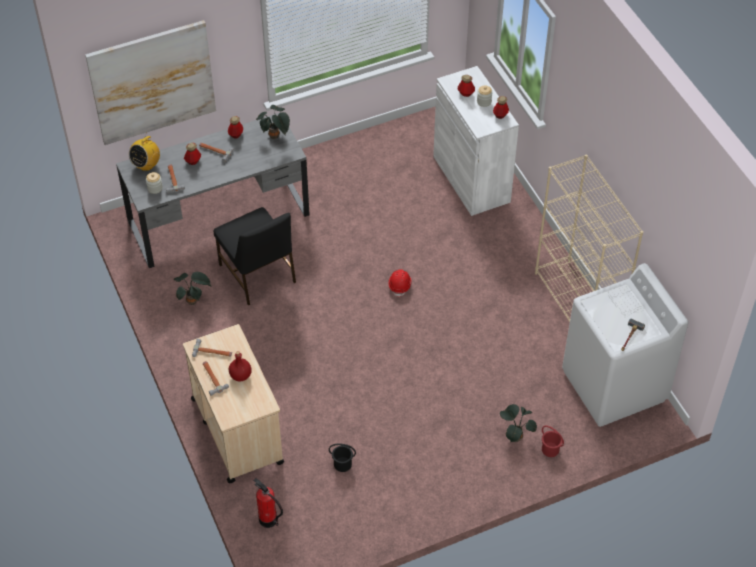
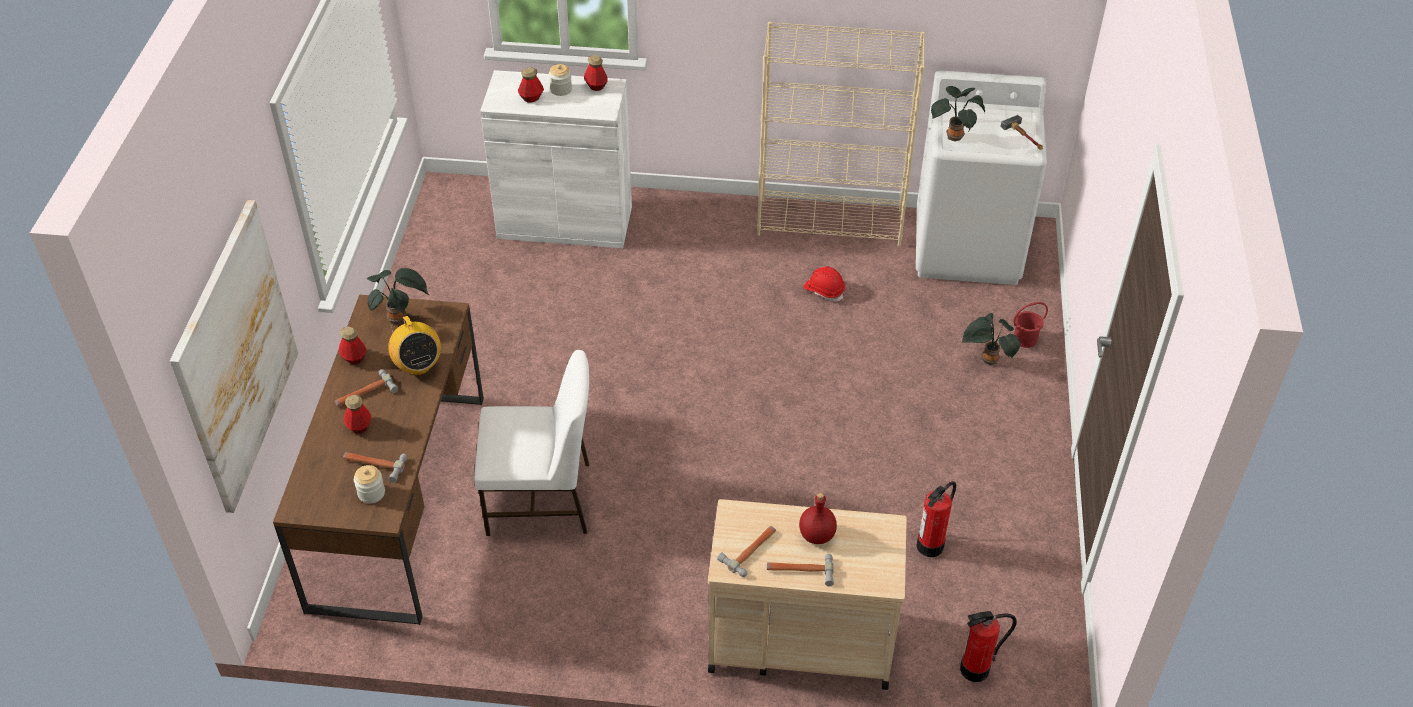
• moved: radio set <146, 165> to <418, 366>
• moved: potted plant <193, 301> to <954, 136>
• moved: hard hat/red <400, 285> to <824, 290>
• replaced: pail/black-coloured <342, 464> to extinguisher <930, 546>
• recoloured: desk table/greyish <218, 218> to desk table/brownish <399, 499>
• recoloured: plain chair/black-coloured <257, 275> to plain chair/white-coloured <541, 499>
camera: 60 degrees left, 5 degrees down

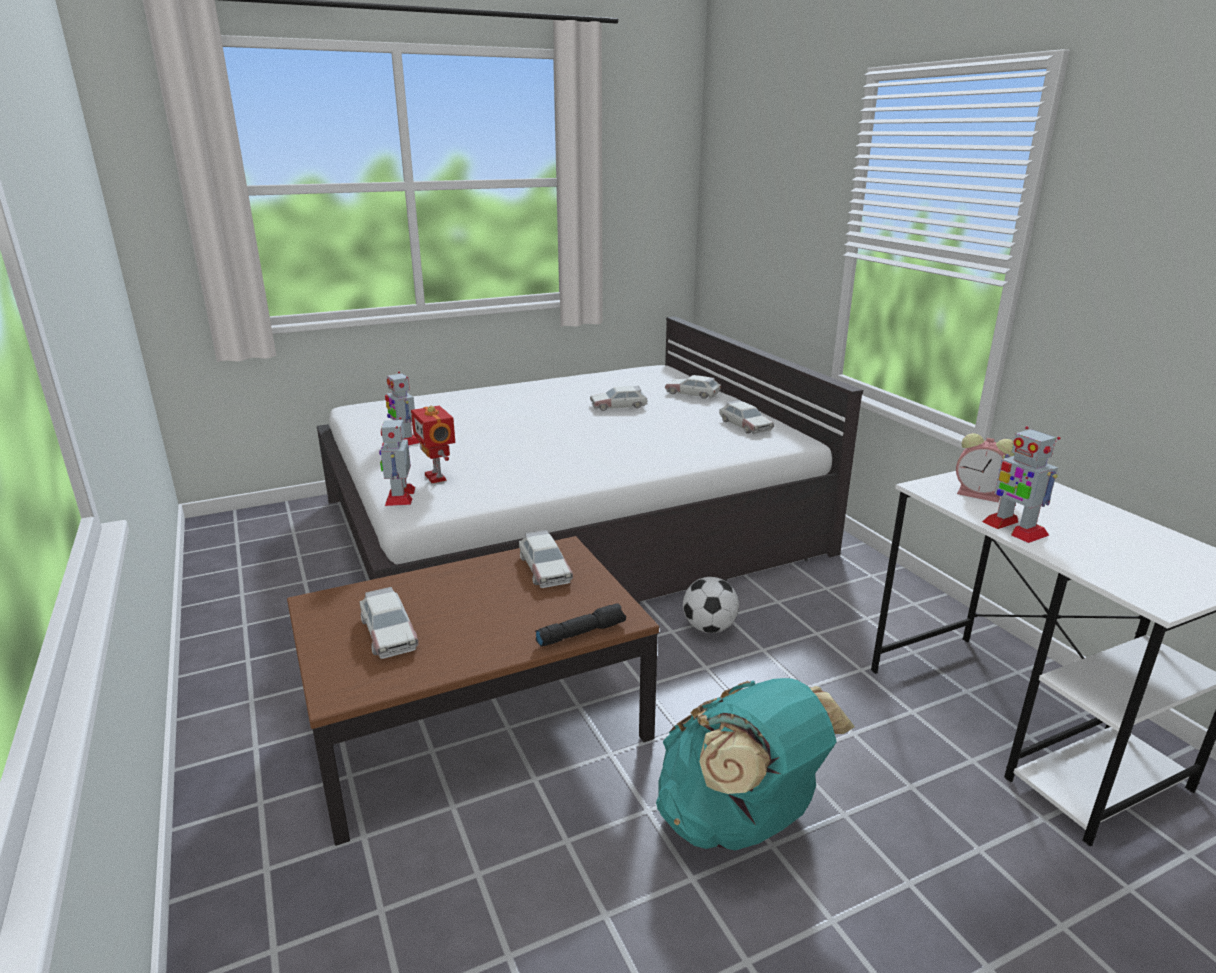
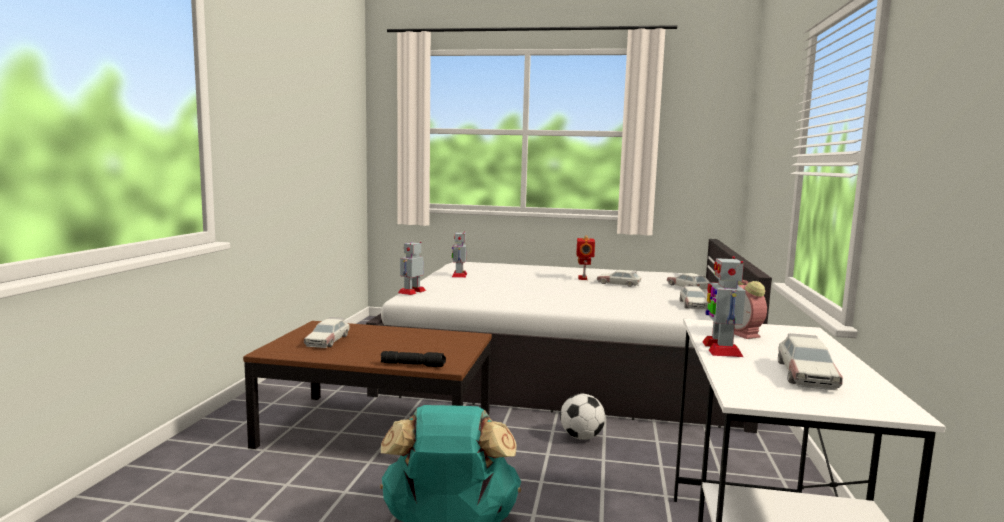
• moved: robot figure <437, 477> to <583, 278>
• moved: miniature car <544, 568> to <806, 374>
camera: 35 degrees right, 15 degrees down

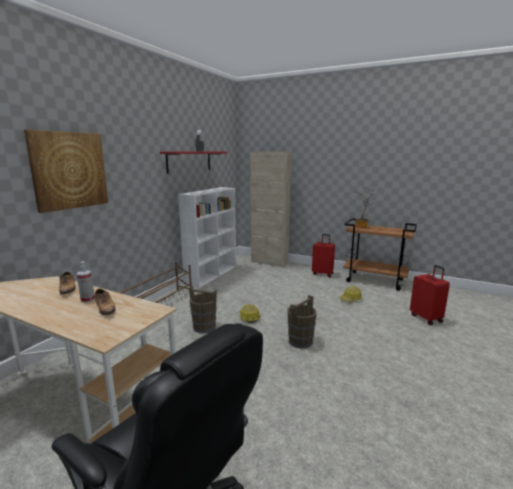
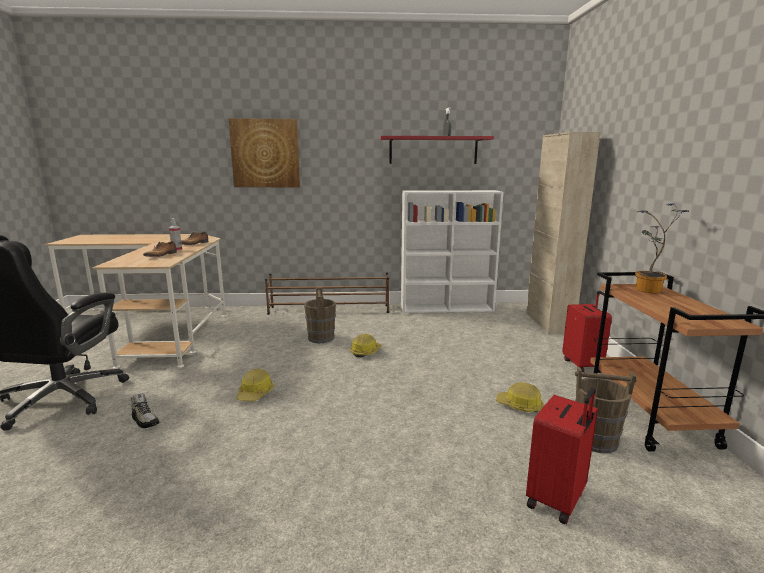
• added: shoe <145, 420>
• added: hard hat <255, 393>
• moved: pail/brownish <300, 341> to <596, 440>
camera: 60 degrees right, 0 degrees up

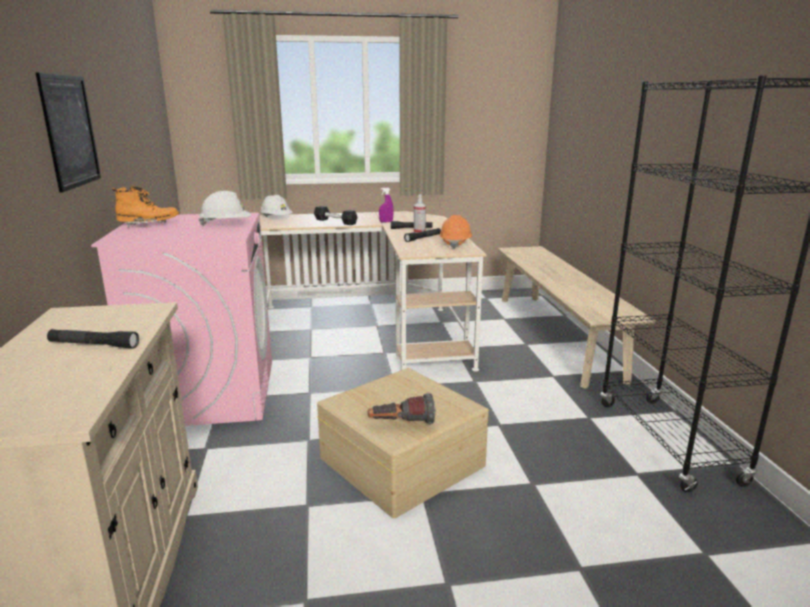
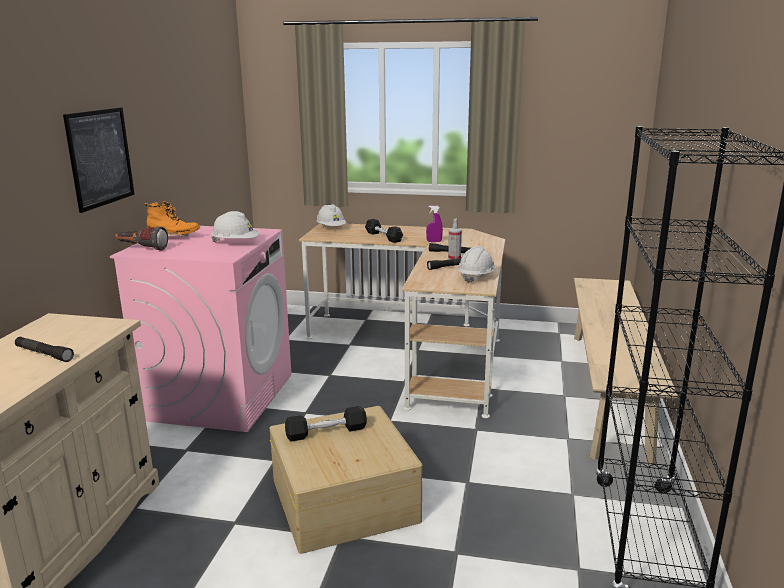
• added: hand weight/black-coloured <326, 432>
• moved: flashlight <401, 424> to <141, 249>
• recoloured: hard hat/orange-coloured <455, 244> to hard hat/white-coloured <476, 277>
camera: 20 degrees right, 0 degrees up

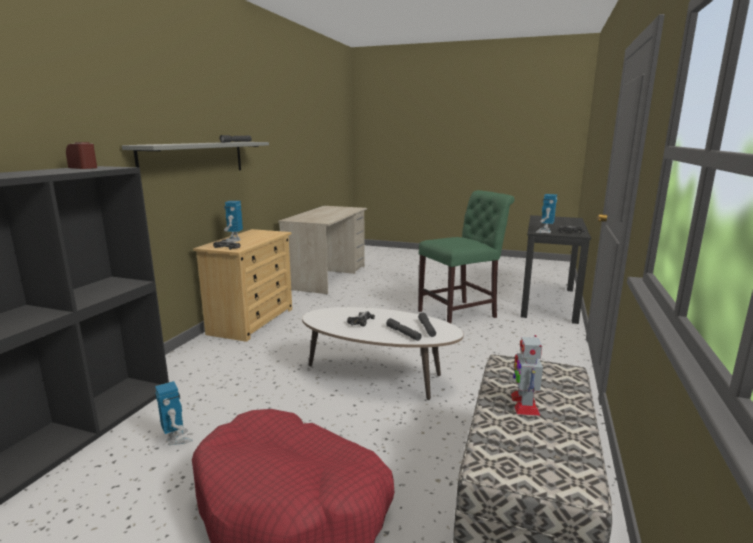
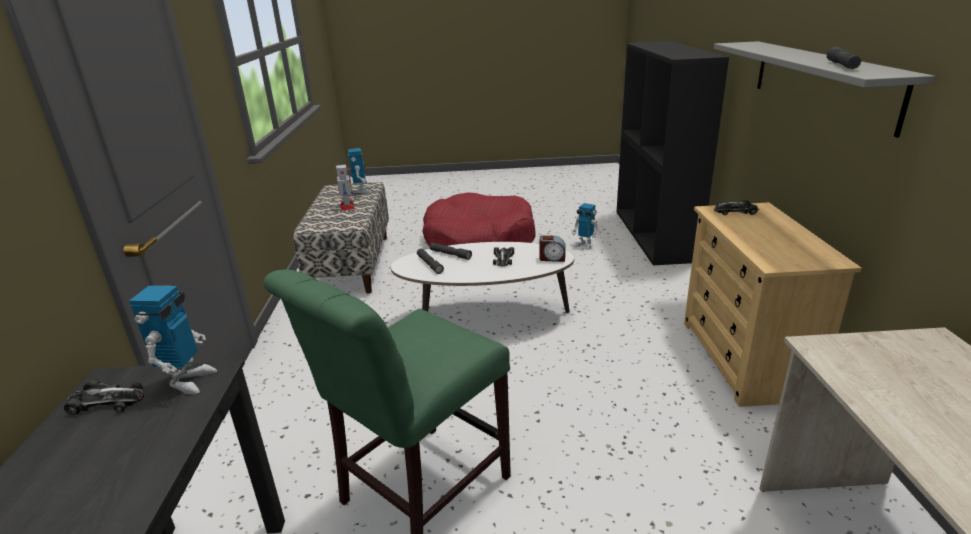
• moved: bedside clock <83, 168> to <552, 258>
• moved: robot figure <234, 240> to <362, 191>
camera: 160 degrees right, 10 degrees up

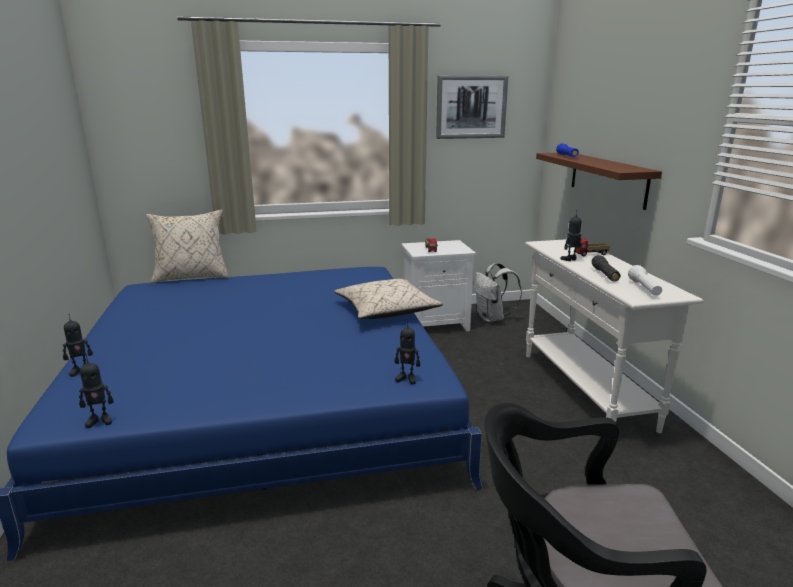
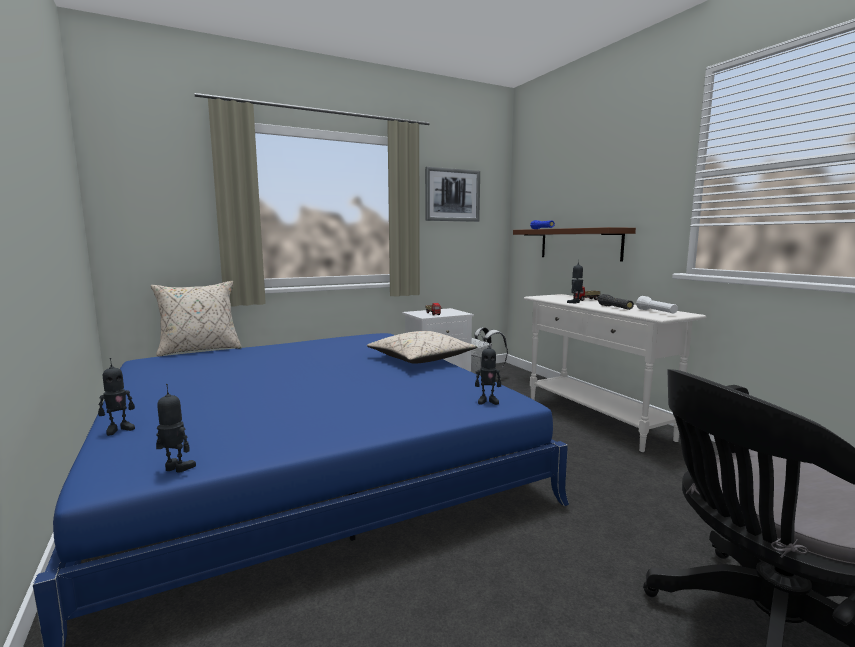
• turned: robot figure <100, 421> = <176, 469> 135 degrees counterclockwise
camera: 15 degrees left, 10 degrees down

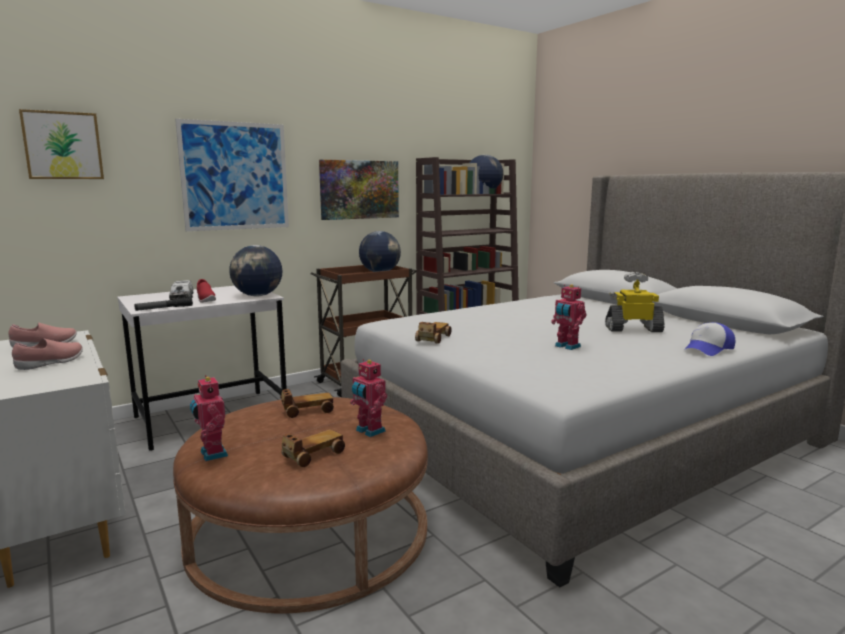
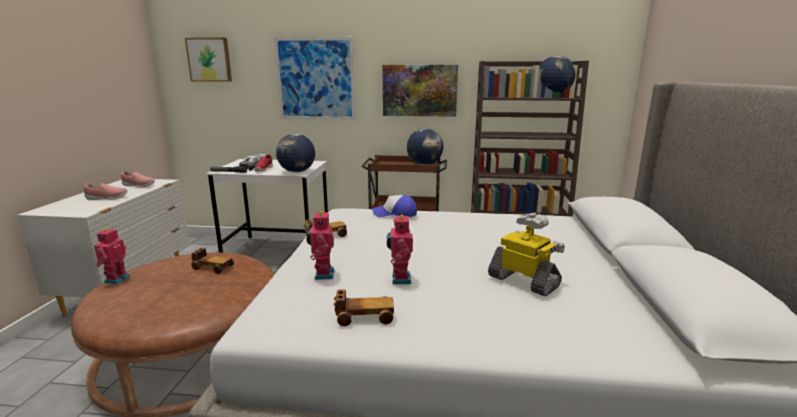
• moved: miniature car <312, 455> to <364, 316>
• moved: robot figure <369, 431> to <322, 274>
• moved: peaked cap <708, 349> to <395, 213>
camera: 40 degrees right, 5 degrees up

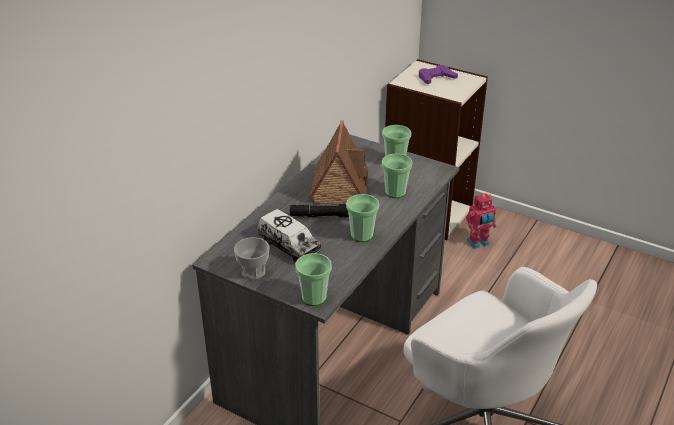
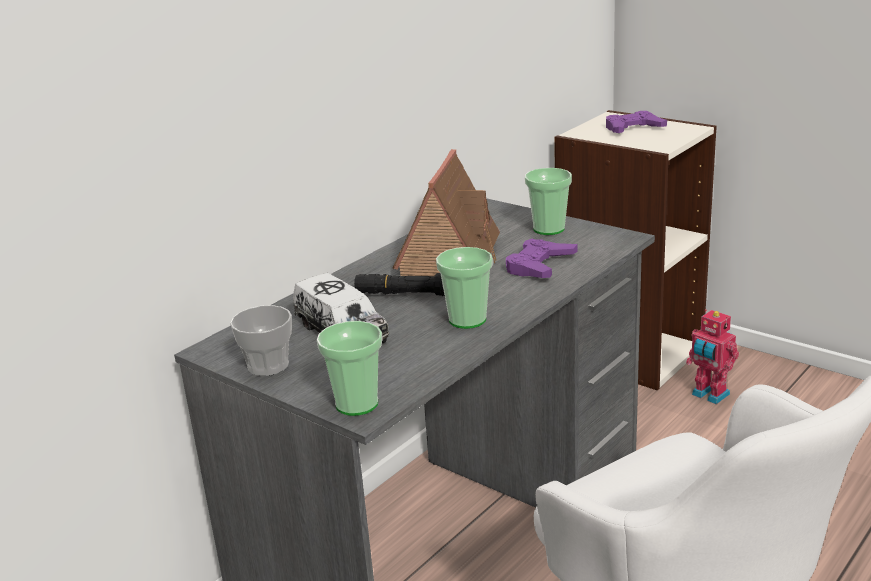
• replaced: cup <395, 192> to gamepad/purplish <539, 265>
• turned: robot figure <478, 243> = <709, 395> 60 degrees clockwise
camera: 10 degrees right, 10 degrees down

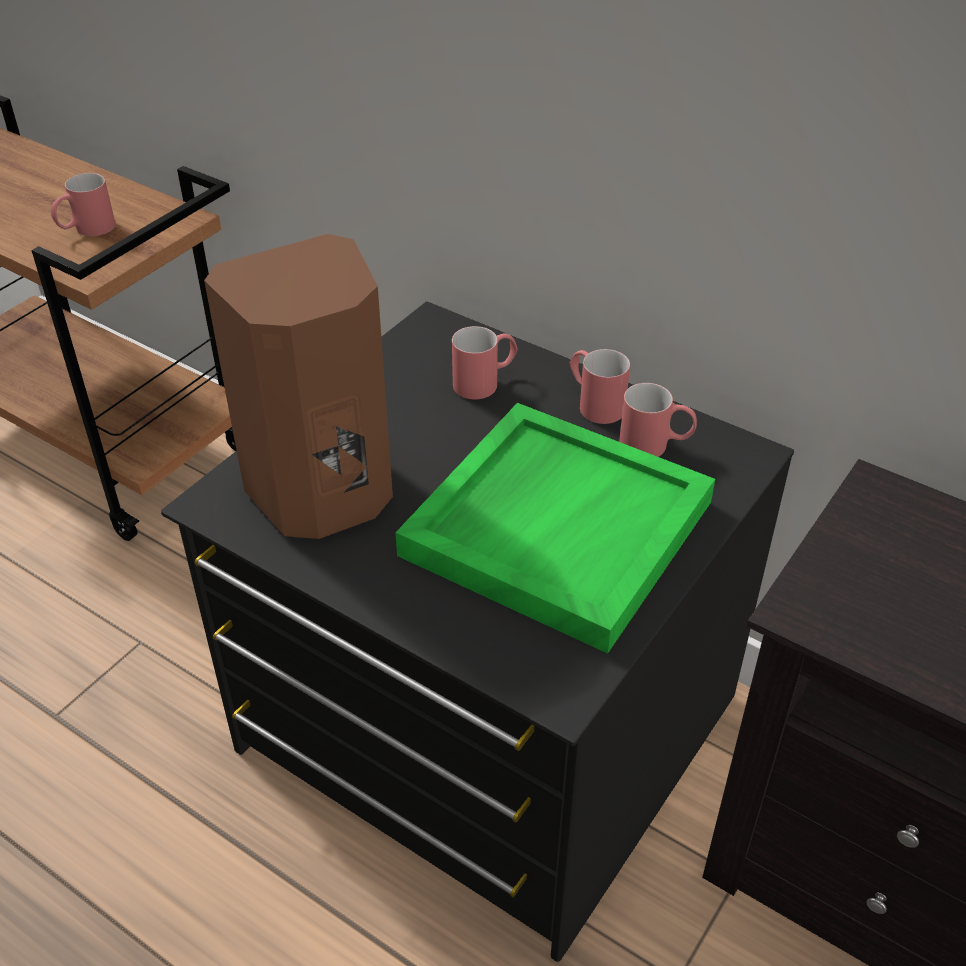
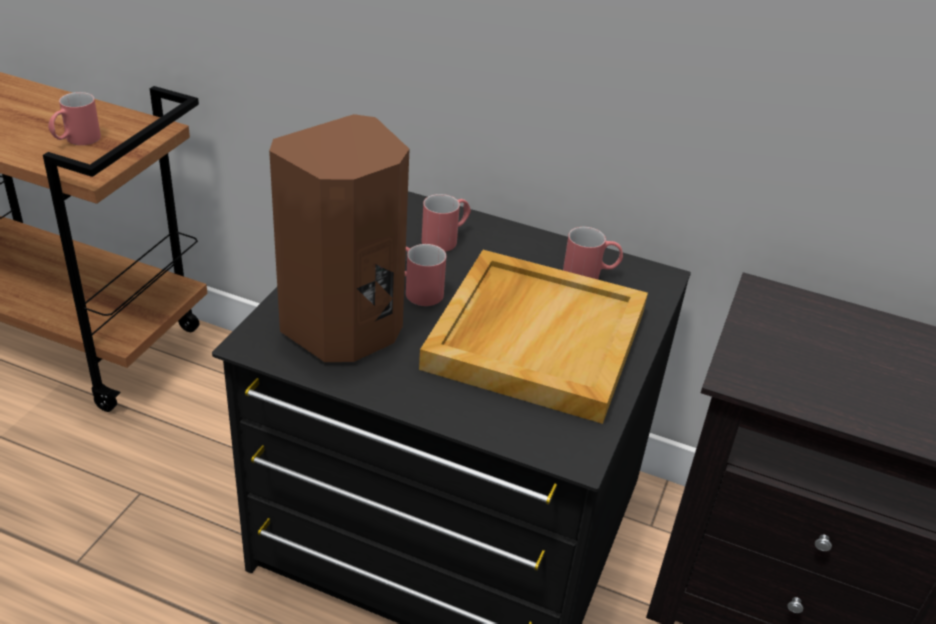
• moved: mug/red <594, 403> to <417, 290>
• recoloured: tray/green <556, 526> to tray/beige-coloured <535, 338>
camera: 15 degrees left, 5 degrees down

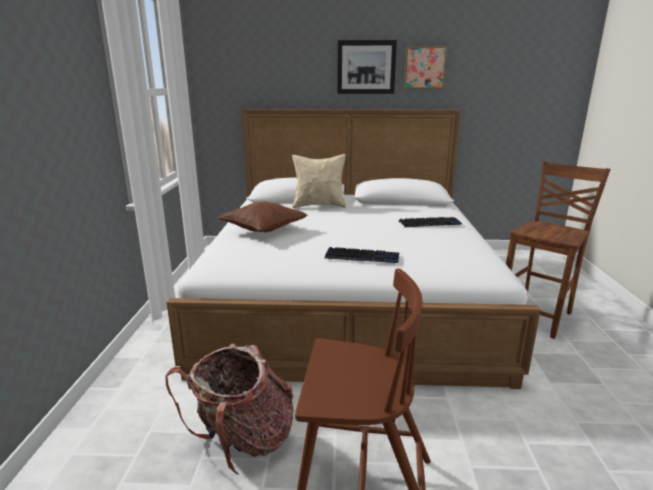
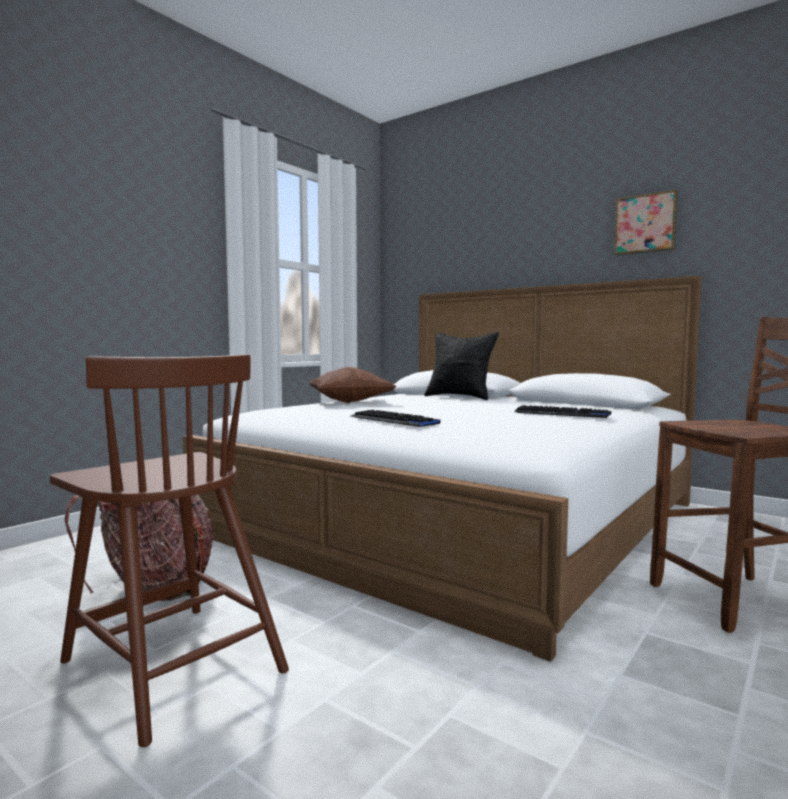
• removed: wall art <366, 67>
• recoloured: throw pillow/beige-coloured <319, 205> to throw pillow/black-coloured <460, 397>
camera: 35 degrees right, 15 degrees down

